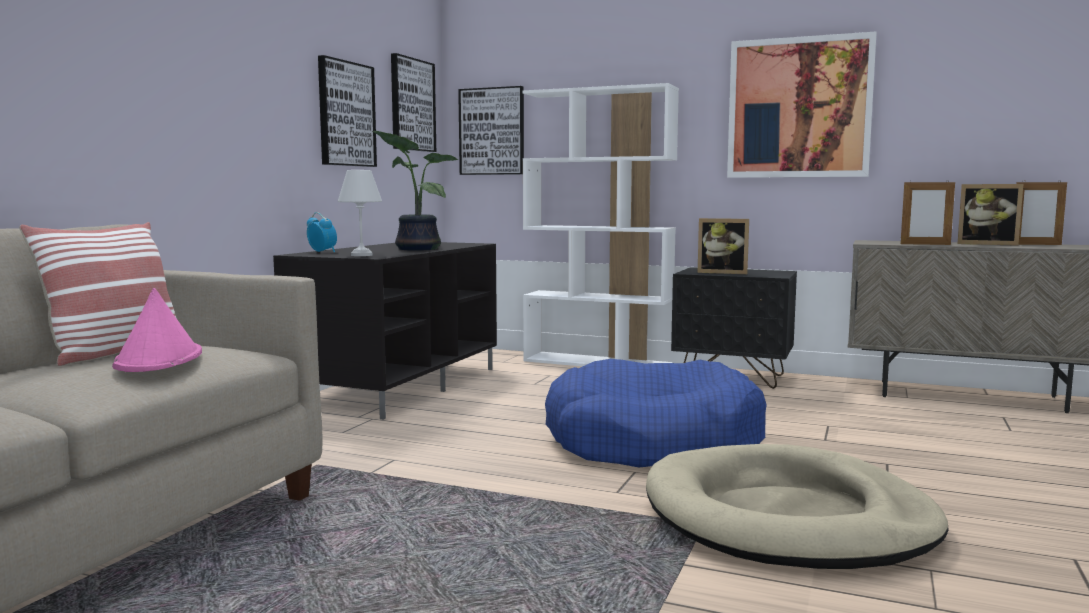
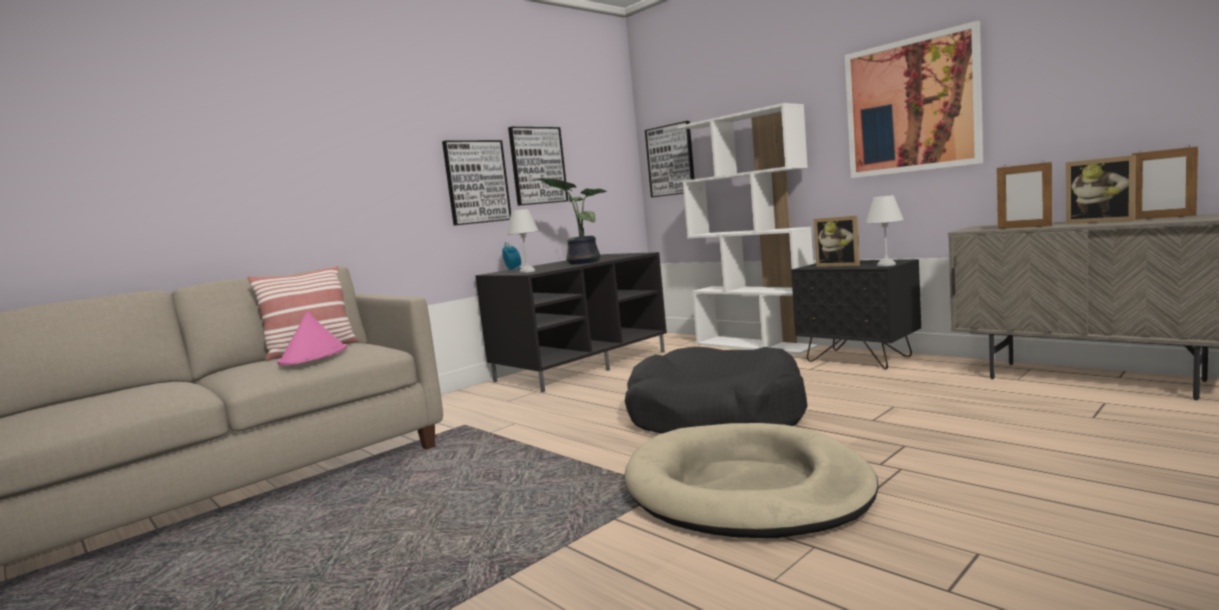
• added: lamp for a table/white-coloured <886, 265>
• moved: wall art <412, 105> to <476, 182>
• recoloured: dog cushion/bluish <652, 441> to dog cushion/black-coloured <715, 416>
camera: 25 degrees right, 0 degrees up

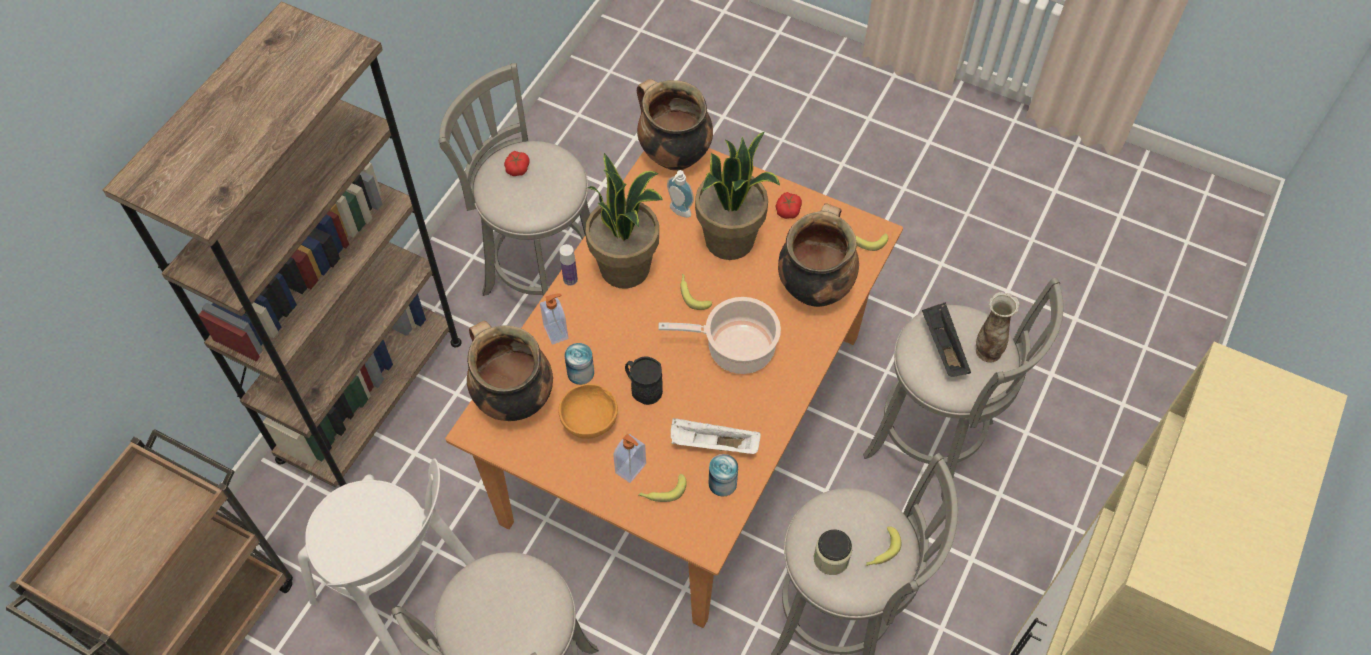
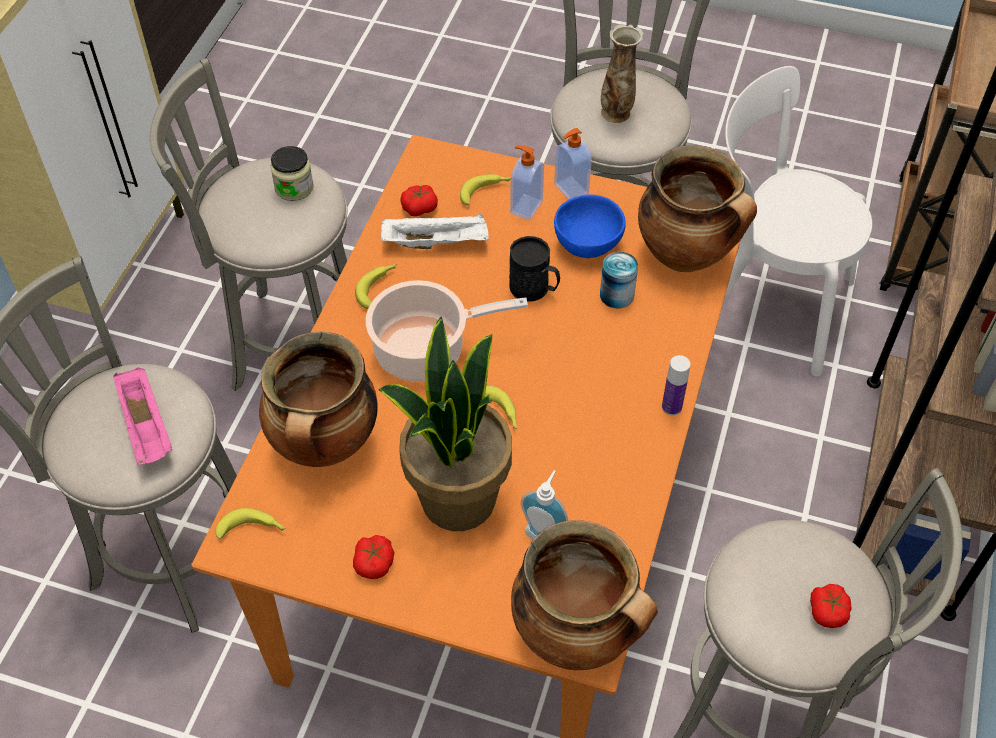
• removed: potted plant <626, 267>
• moved: soap dispenser <557, 332> to <570, 189>
• moved: banana fruit <881, 551> to <378, 287>
• moved: flower vase <987, 351> to <616, 113>
• replaced: sealed can <722, 483> to tomato <419, 207>
• recoloured: serving bowl/orange-coloured <590, 423> to serving bowl/bluish <586, 244>
• recoloured: tray/black-coloured <943, 346> to tray/pink <147, 427>
camera: 170 degrees right, 5 degrees down

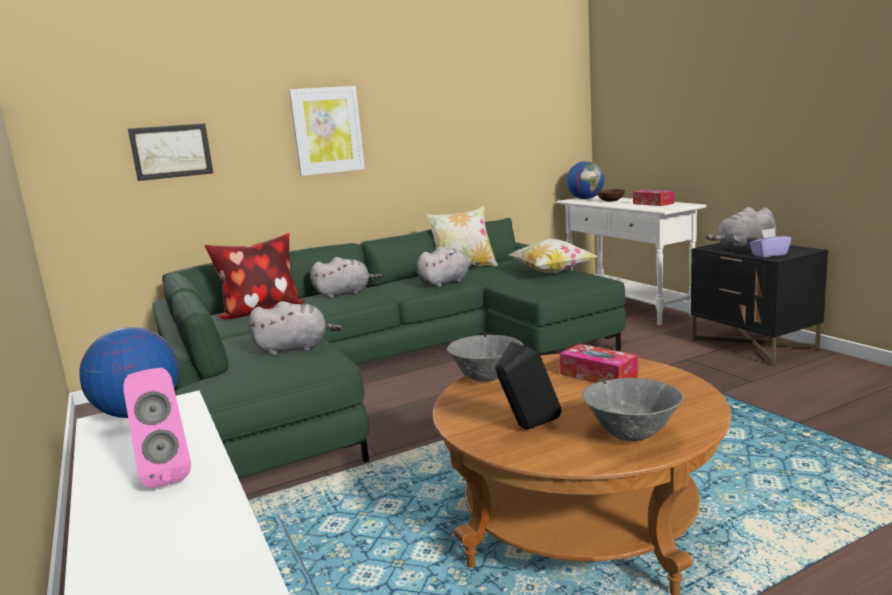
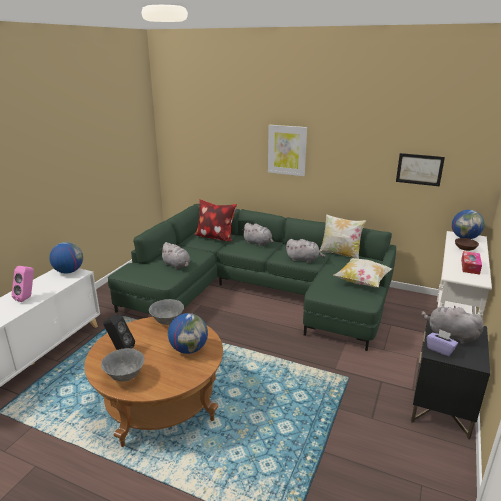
• moved: wall art <171, 151> to <419, 169>
• replaced: tissue box <598, 375> to desk globe <189, 349>
camera: 50 degrees right, 10 degrees up

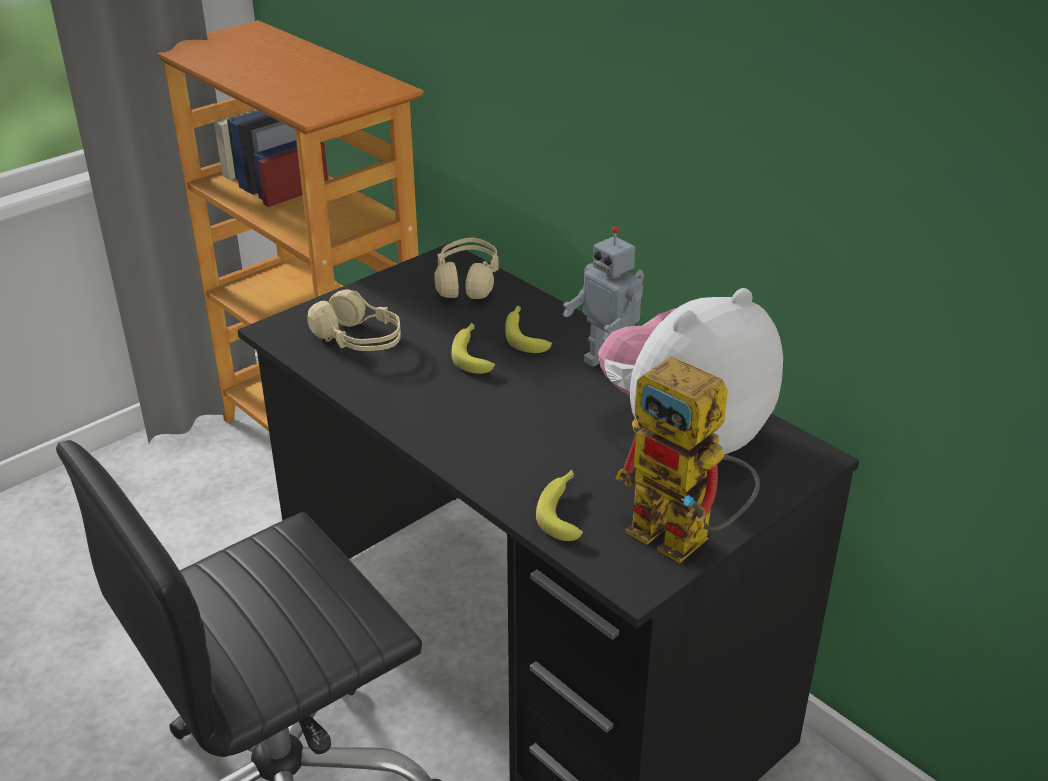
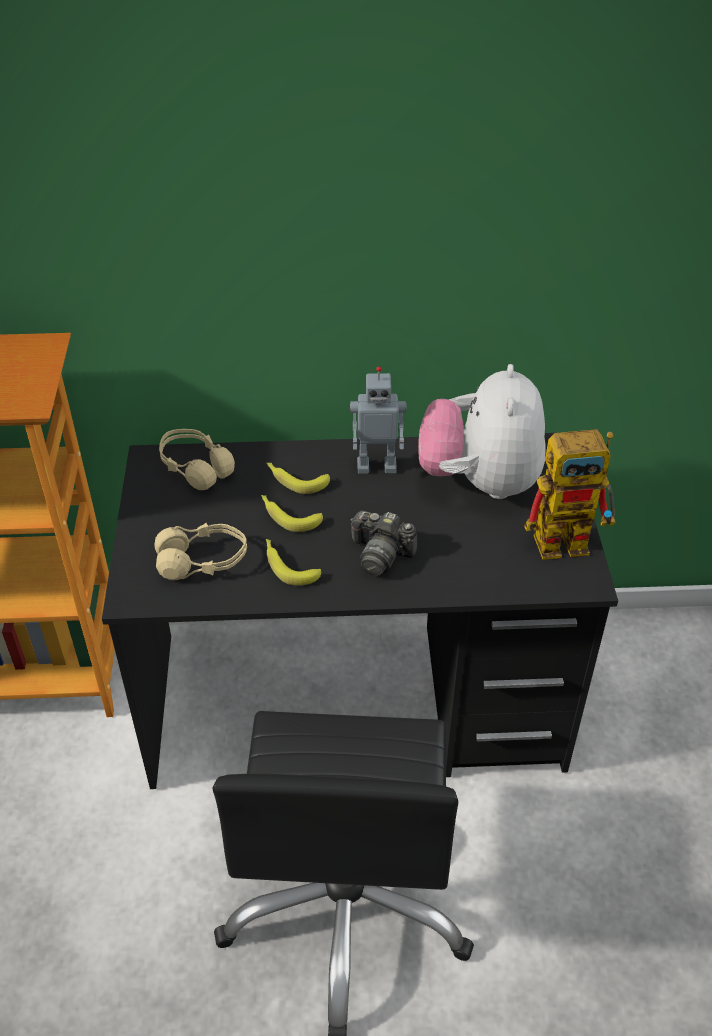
• added: still camera <380, 554>
• moved: banana fruit <564, 510> to <288, 565>
camera: 50 degrees left, 10 degrees up

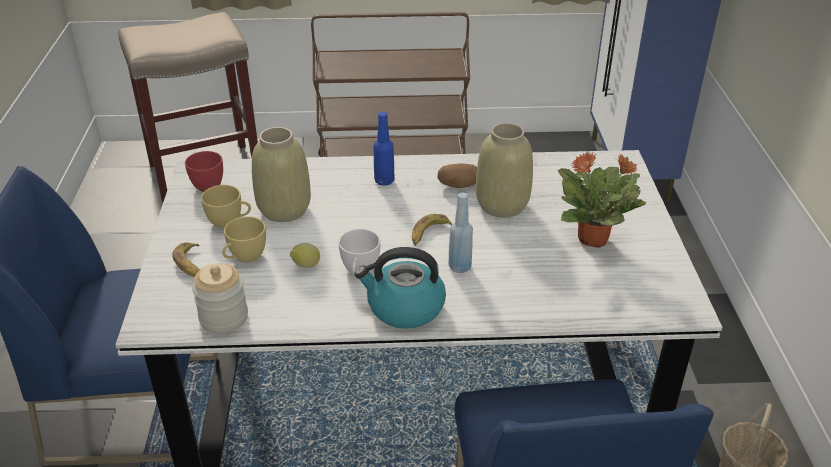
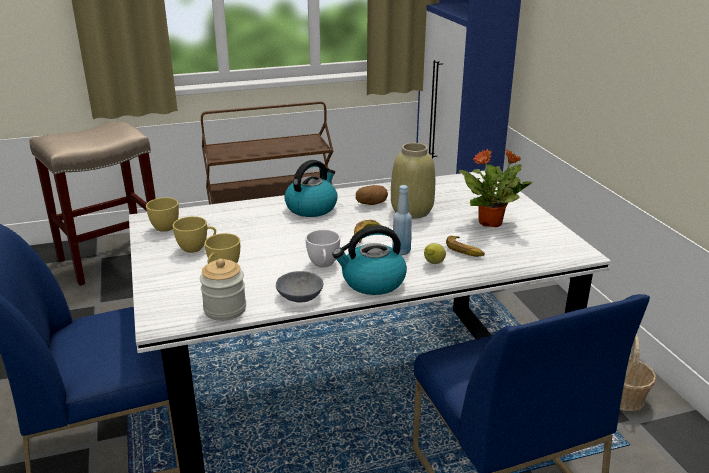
• removed: flower vase/beige-coloured <285, 209>
• added: serving bowl/greyish <298, 296>
• moved: banana fruit <191, 265> to <464, 250>
• moved: lemon <305, 267> to <433, 264>
• replaced: drink bottle/bluish <384, 181> to kettle <312, 207>
• recoloured: cup/red <210, 184> to cup/yellow <166, 226>
camera: 15 degrees left, 10 degrees down

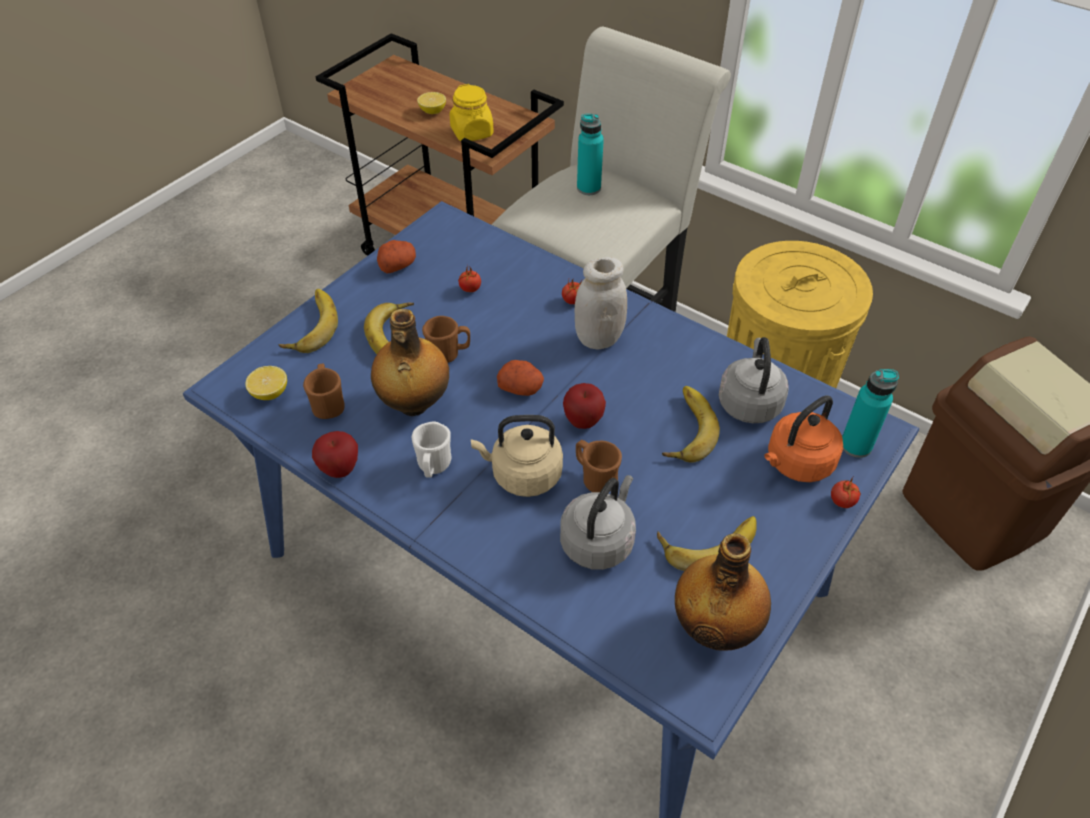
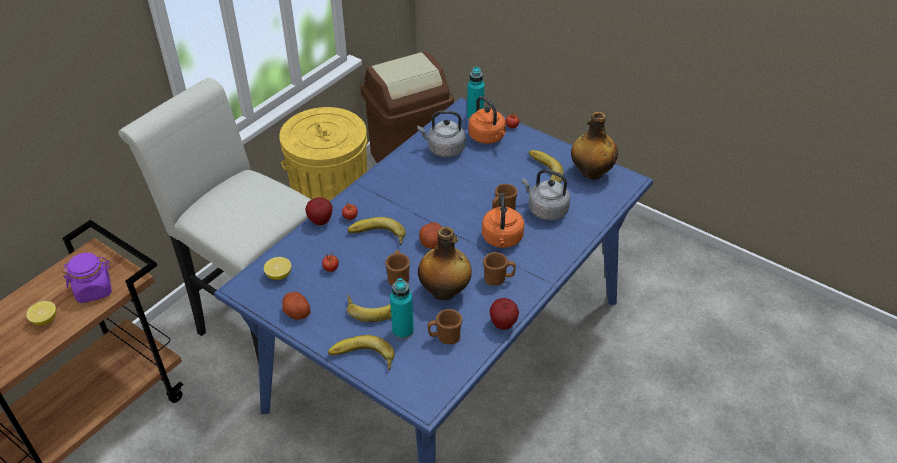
• removed: storage jar/white-coloured <598, 338>
• moved: lemon <270, 393> to <279, 275>
• moved: apple <583, 421> to <320, 221>
• moved: drink bottle/turquoise-coloured <588, 188> to <403, 331>
• moved: banana fruit <684, 428> to <377, 236>
• recoloured: mug/white-coloured <433, 467> to mug/brownish <498, 279>
• recoloured: storage jar/yellow <472, 132> to storage jar/purplish <94, 290>
• recoloured: kettle/beige-coloured <522, 475> to kettle/orange-coloured <502, 239>
camera: 90 degrees left, 5 degrees down

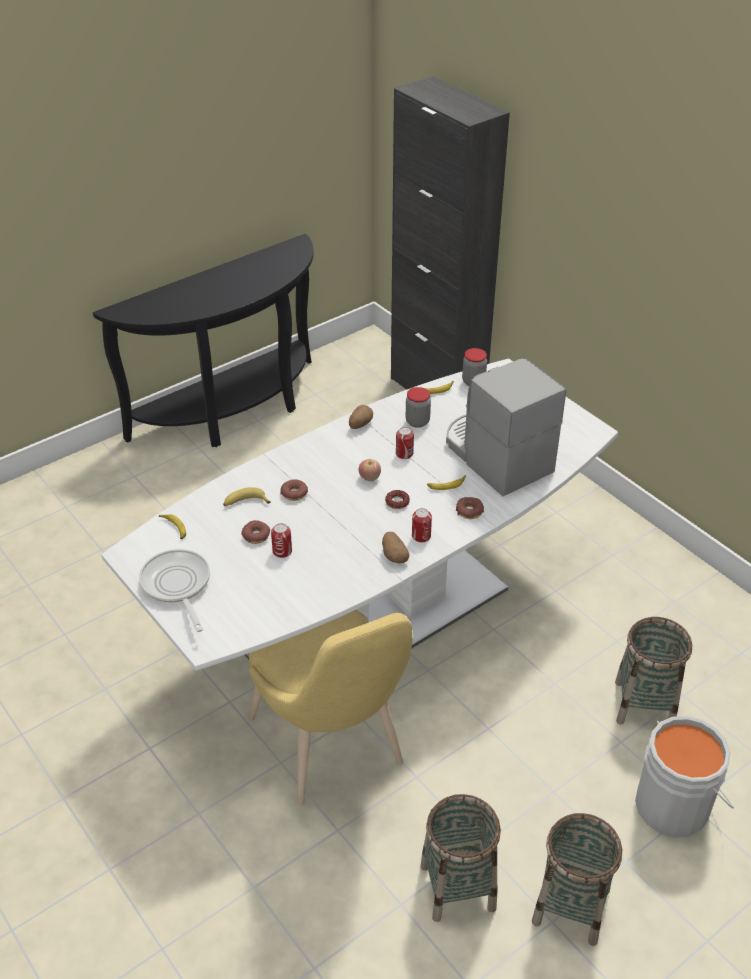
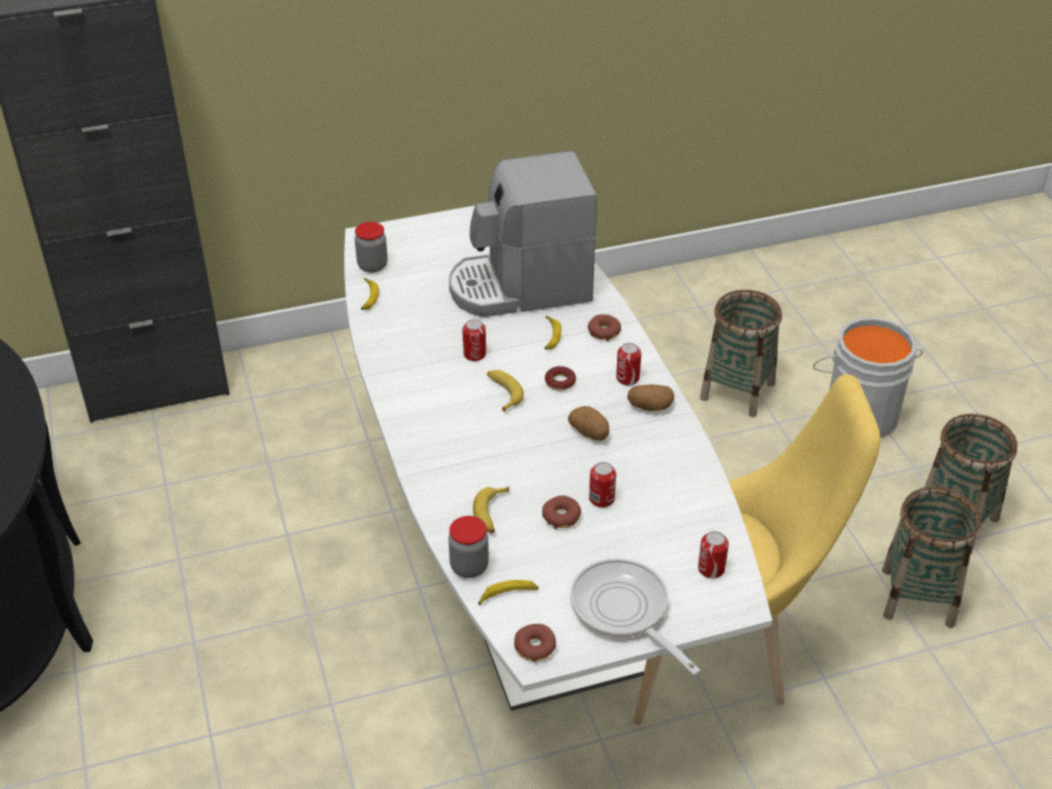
• added: sealed can <711, 569>
• moved: ring doughnut <294, 493> to <535, 647>
• moved: spud <360, 424> to <590, 433>
• moved: storage jar <417, 422> to <469, 567>
• replaced: apple <369, 477> to banana fruit <502, 393>
• turned: pan <177, 586> = <624, 612> 60 degrees clockwise
camera: 70 degrees left, 0 degrees up

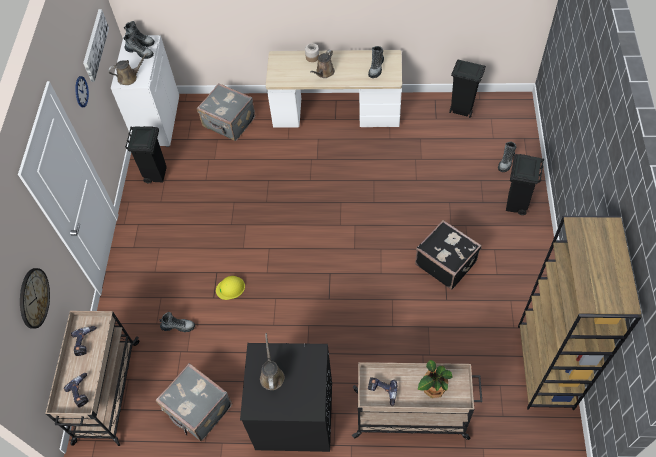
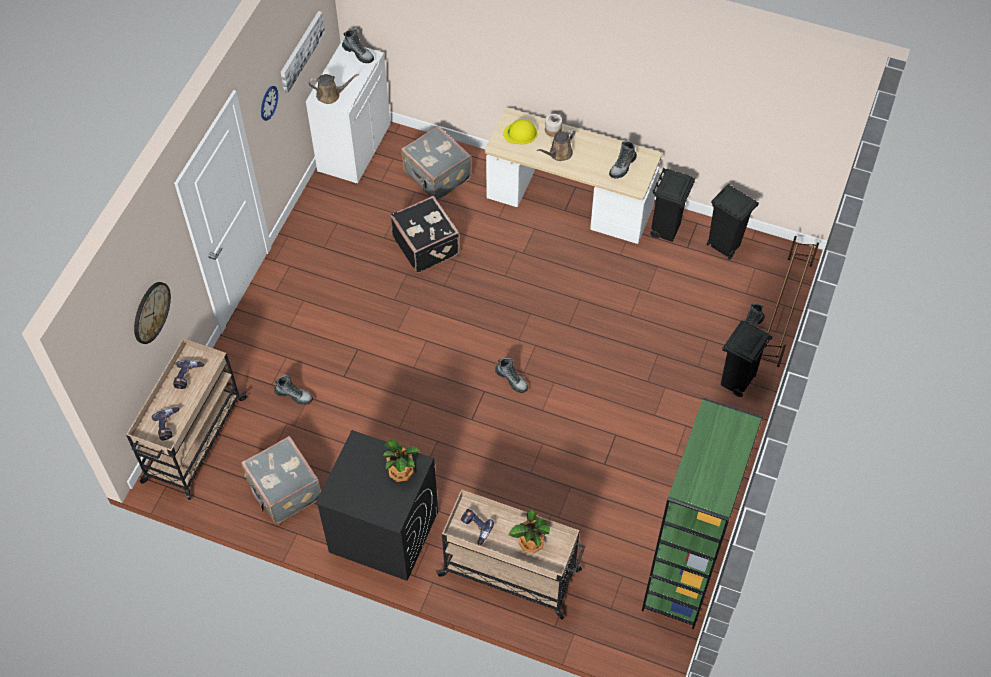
• removed: watering pot/brownish <271, 375>
• added: potted plant <401, 470>
• added: shoe shelf/brownish <783, 311>
• moved: tall boot <140, 52> to <512, 380>
• moved: rubbish bin/black-coloured <156, 174> to <666, 229>
• moved: hard hat/yellow <230, 288> to <520, 133>
• moved: piece of luggage/black-coloured <446, 262> to <426, 245>
• recoloured: bookcase/brownish <545, 367> to bookcase/green <683, 574>
camera: 15 degrees right, 0 degrees up

